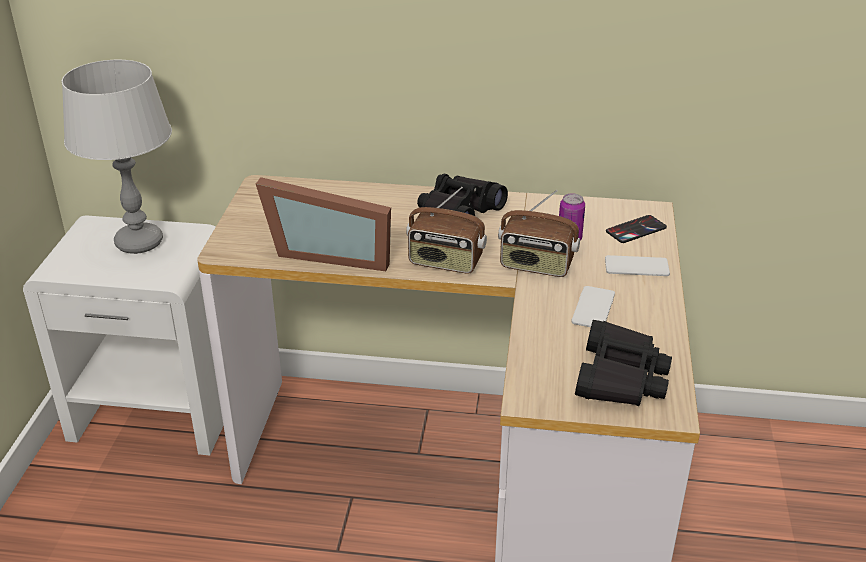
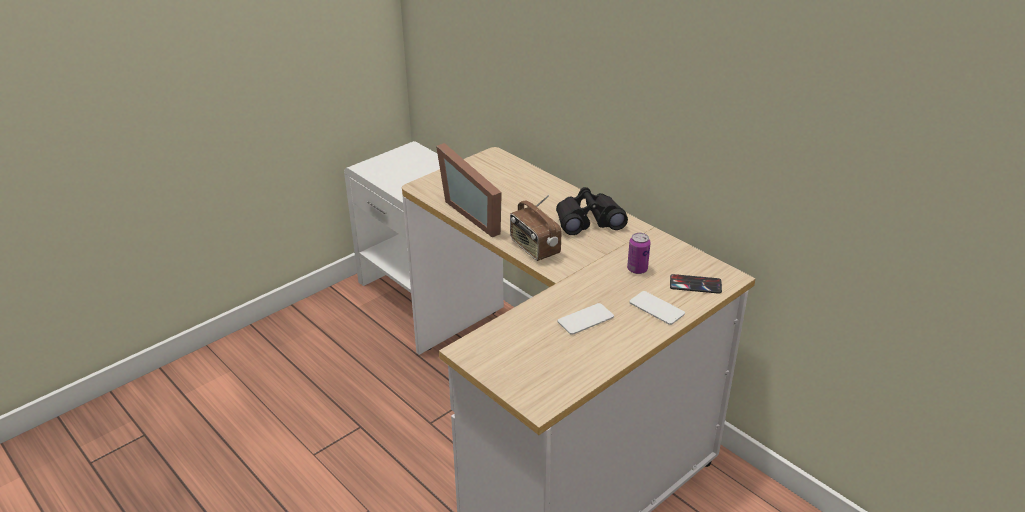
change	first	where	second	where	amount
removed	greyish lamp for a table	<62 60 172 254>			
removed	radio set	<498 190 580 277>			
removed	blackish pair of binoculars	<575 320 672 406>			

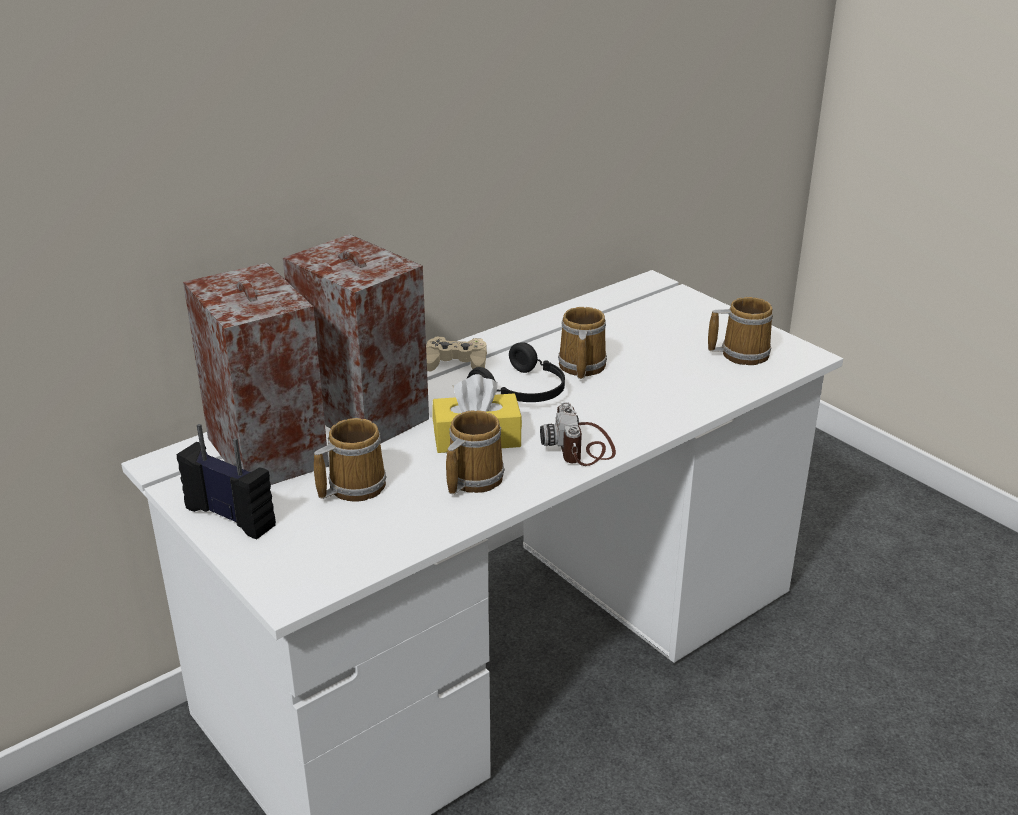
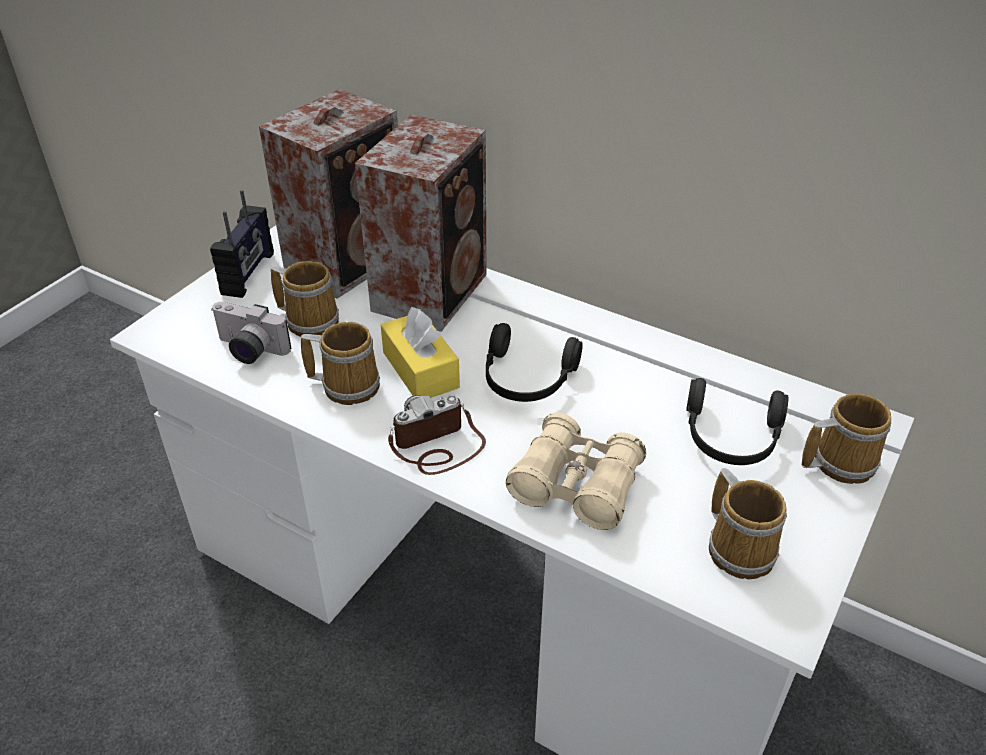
change	first	where	second	where	amount
removed	sand-coloured joypad	<426 336 487 371>			
added			still camera	<212 302 291 364>	
added			sand-coloured pair of binoculars	<506 413 646 530>	
added			blackish headphones	<686 378 788 465>	
moved	tea mug	<558 307 607 379>		<801 393 891 484>	

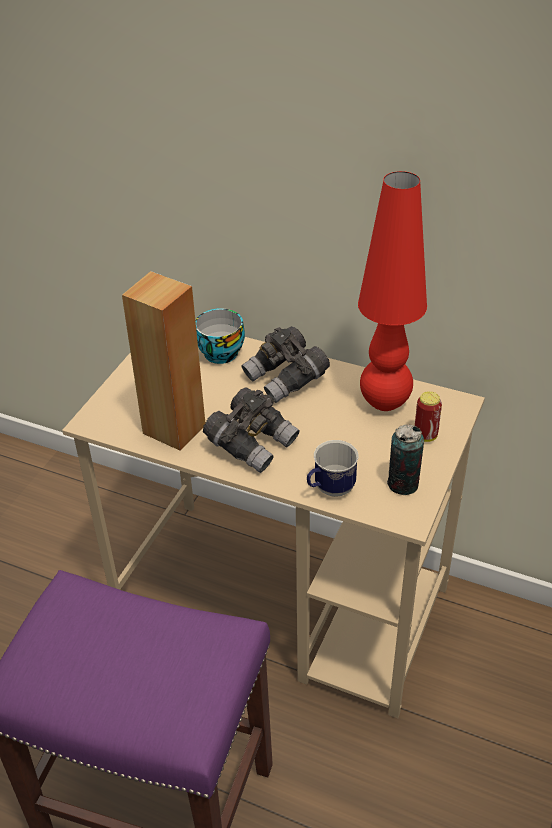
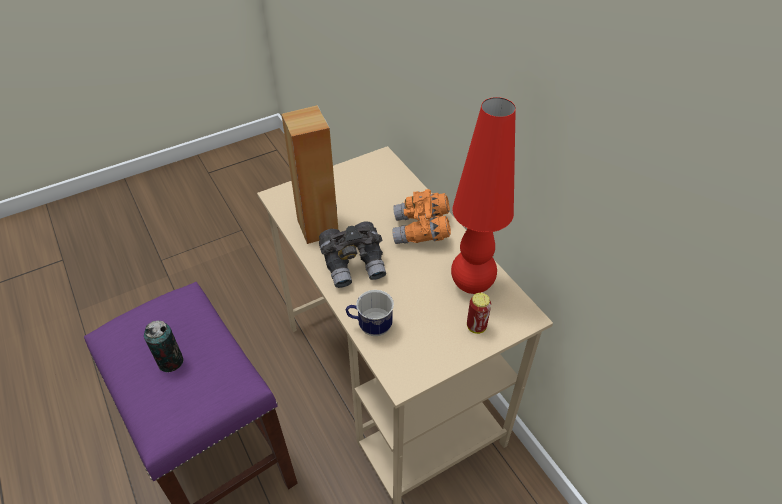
change	first	where	second	where	amount
removed	cup	<195 308 245 364>			
moved	can	<387 424 424 495>		<144 320 184 372>	
recoloured	greyish pair of binoculars	<241 326 330 403>	orangey pair of binoculars	<392 189 451 244>	

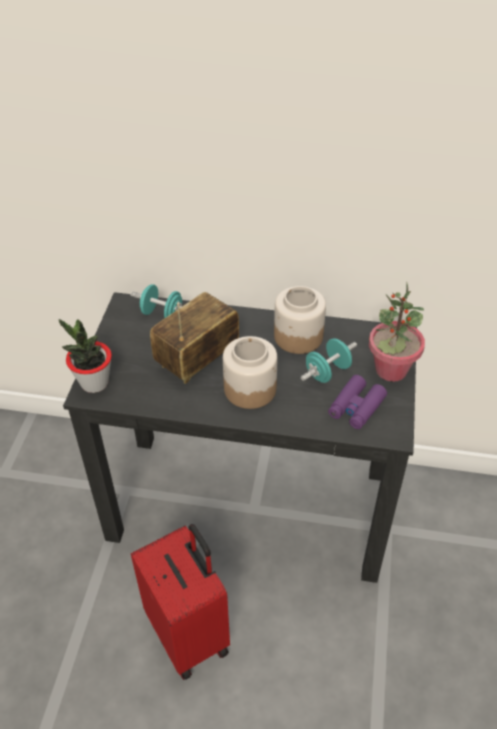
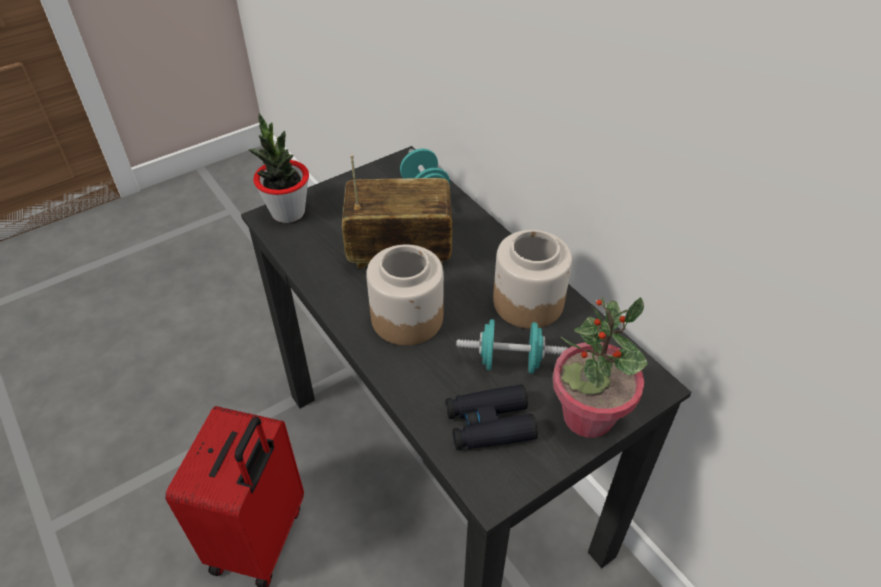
change	first	where	second	where	amount
recoloured	purple-coloured pair of binoculars	<328 375 387 429>	blackish pair of binoculars	<446 384 538 450>	

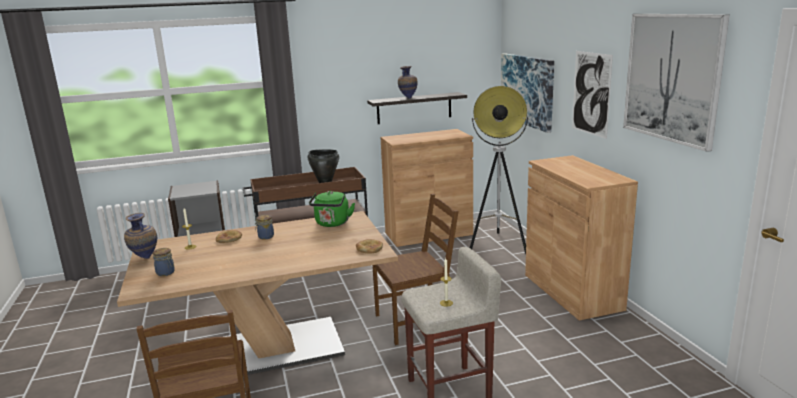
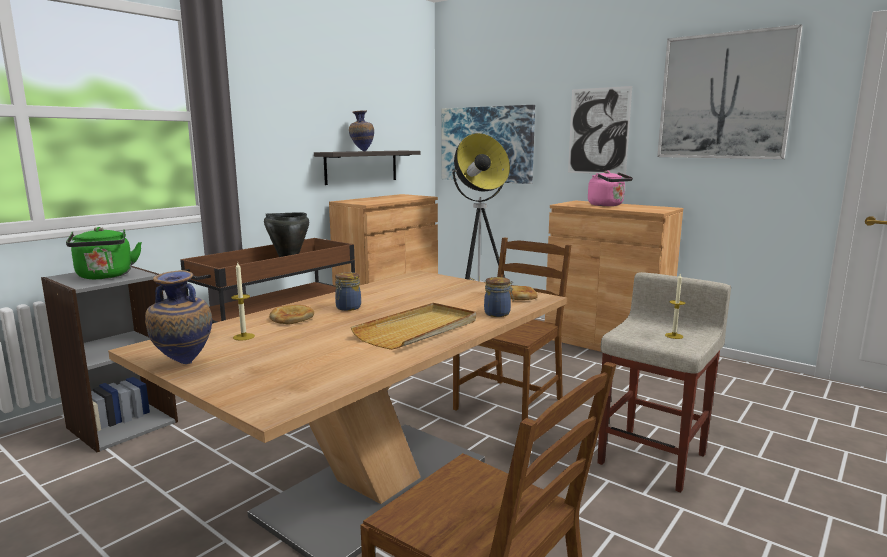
change	first	where	second	where	amount
added			sand-coloured serving tray	<351 303 476 350>	
added			pink-coloured water kettle	<588 170 633 206>	
moved	jar	<153 248 175 276>		<484 277 514 317>	
moved	greenish water kettle	<309 191 355 227>		<66 227 142 279>	

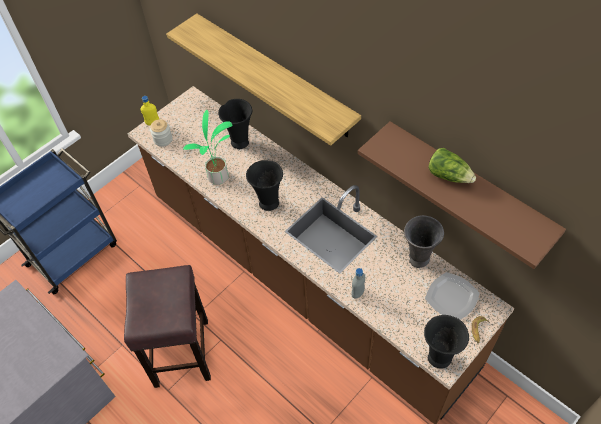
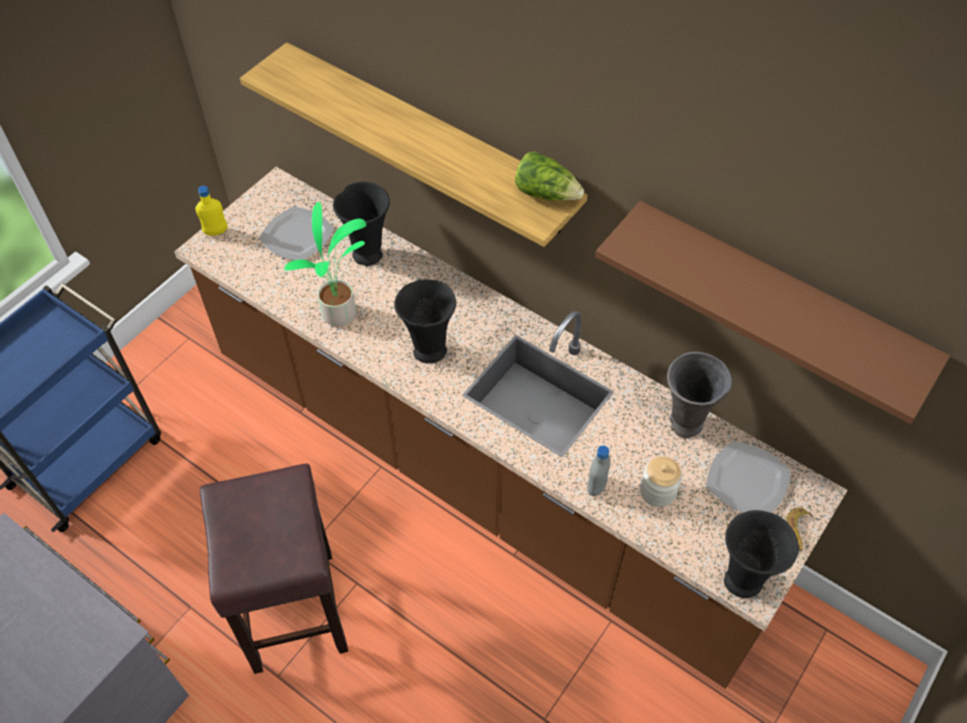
change	first	where	second	where	amount
added			flat dish	<259 206 334 260>	
moved	jar	<150 119 172 147>		<640 457 682 507>	
moved	lettuce	<428 148 476 183>		<515 151 584 201>	

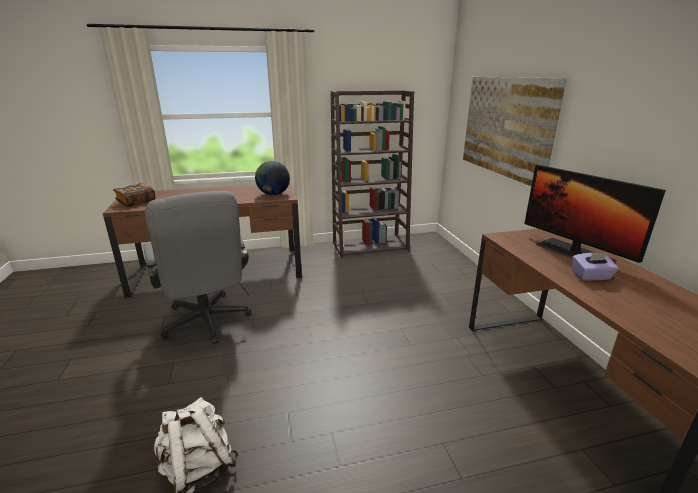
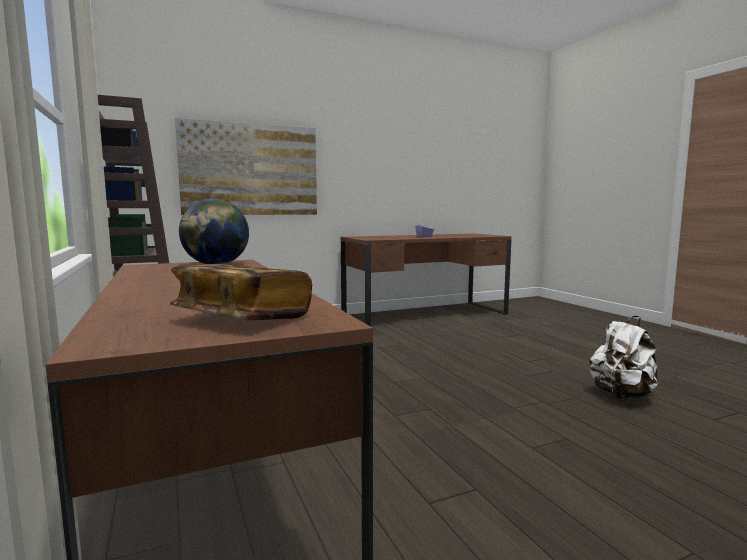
change	first	where	second	where	amount
removed	greyish office chair	<143 191 251 344>			
removed	computer display	<524 165 666 263>			

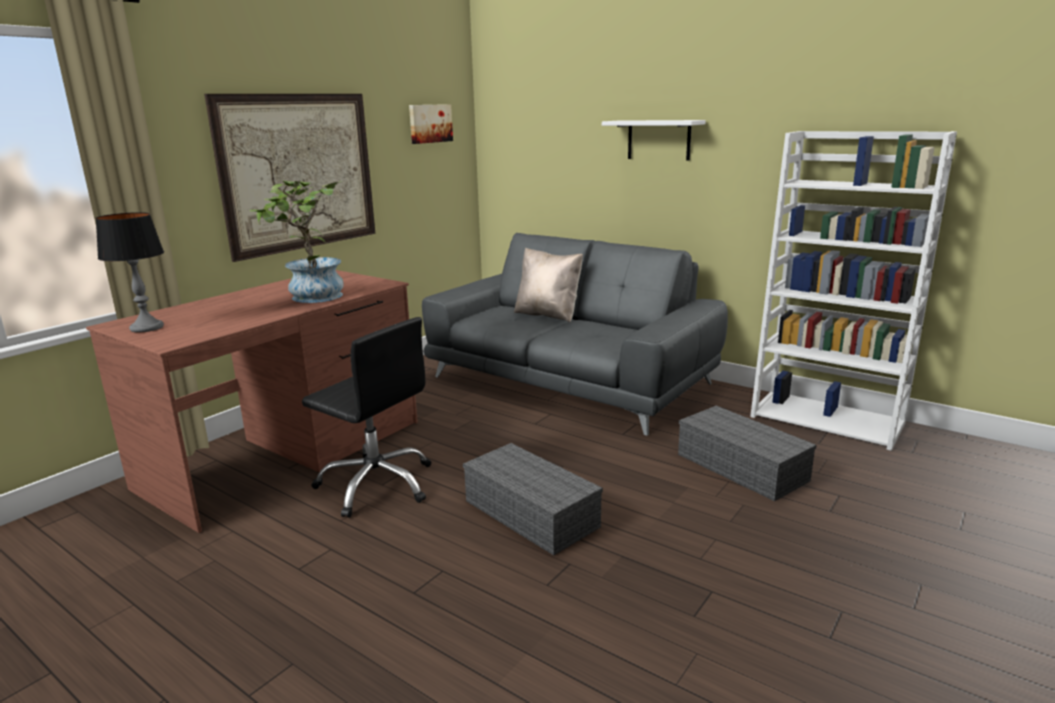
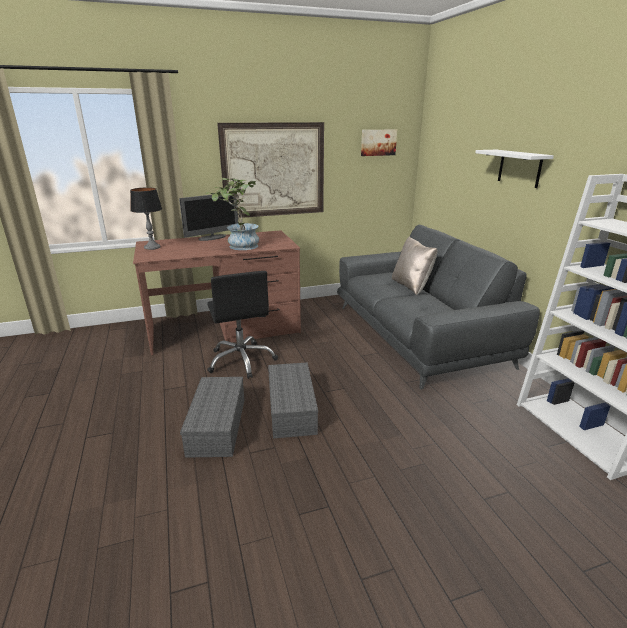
change	first	where	second	where	amount
added			computer display	<179 194 238 241>	
moved	greyish storage container	<678 406 817 501>		<180 377 244 458>	

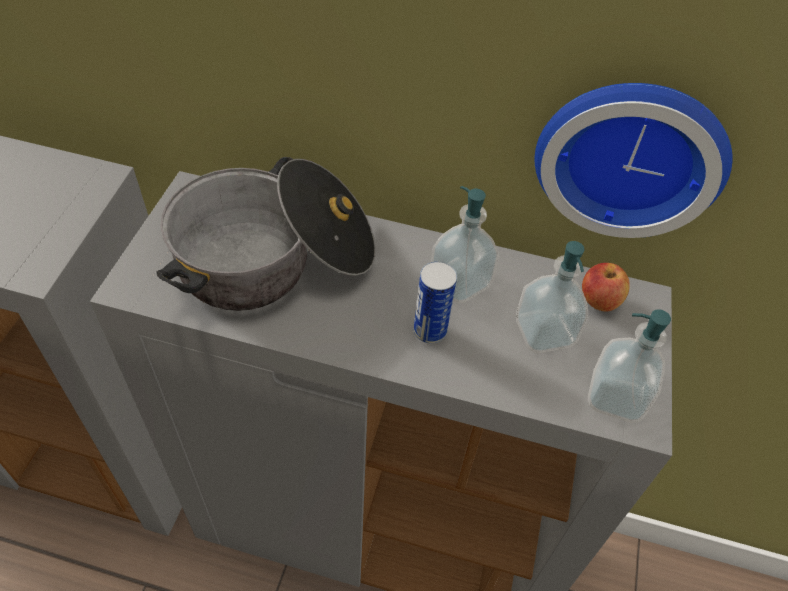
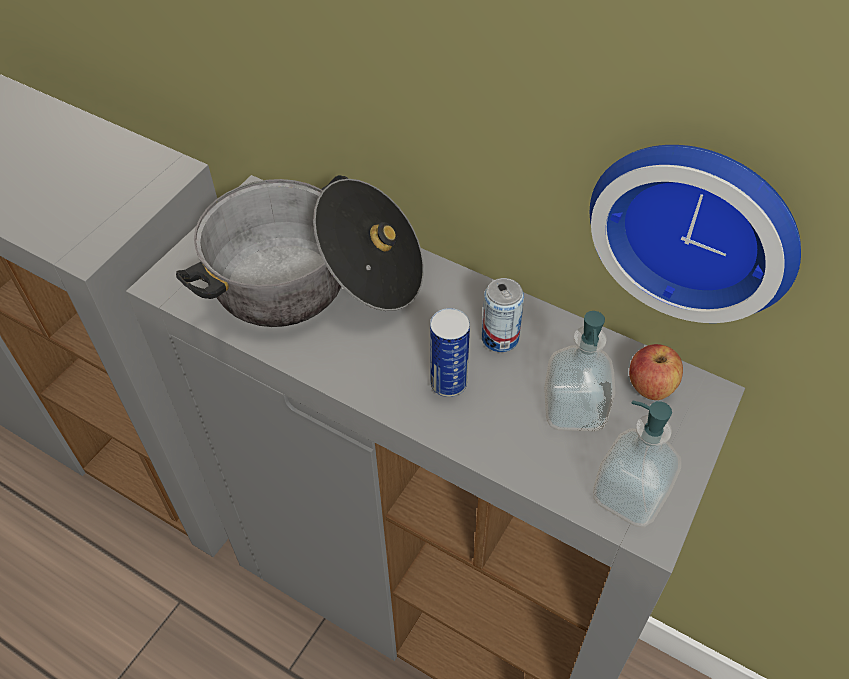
change	first	where	second	where	amount
replaced	soap dispenser	<431 186 499 303>	can	<482 278 524 352>	

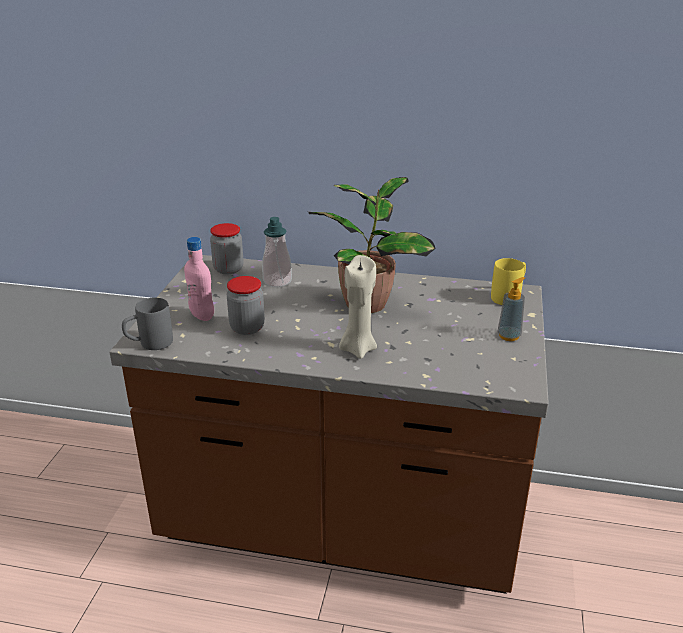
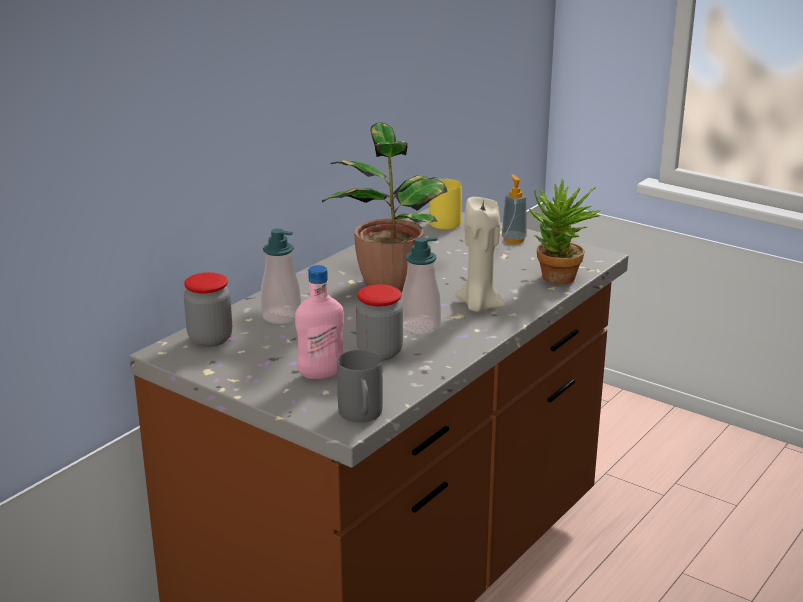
change	first	where	second	where	amount
added			soap dispenser	<401 237 441 334>	
added			plant in a pot	<528 178 601 285>	

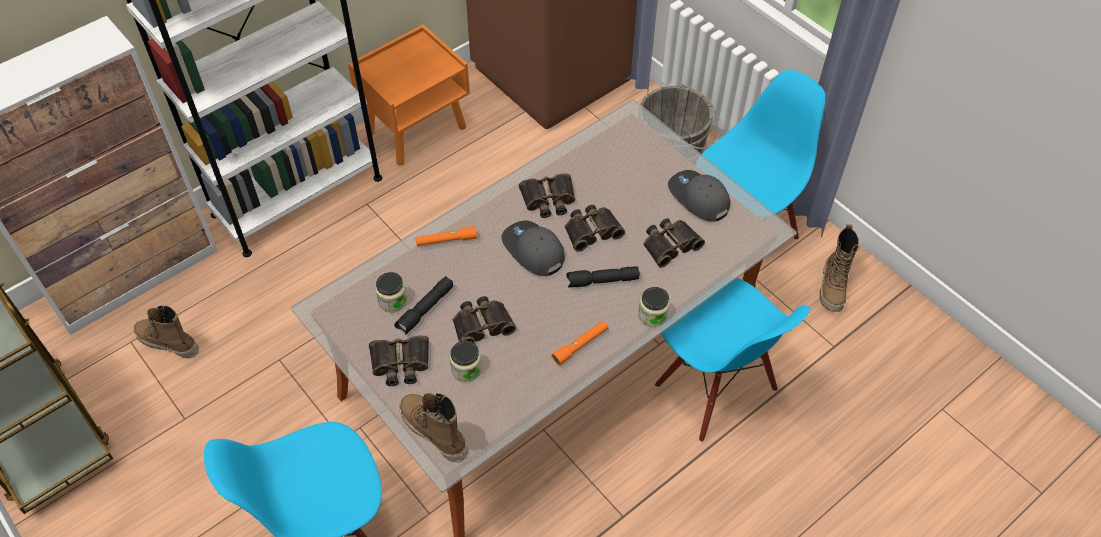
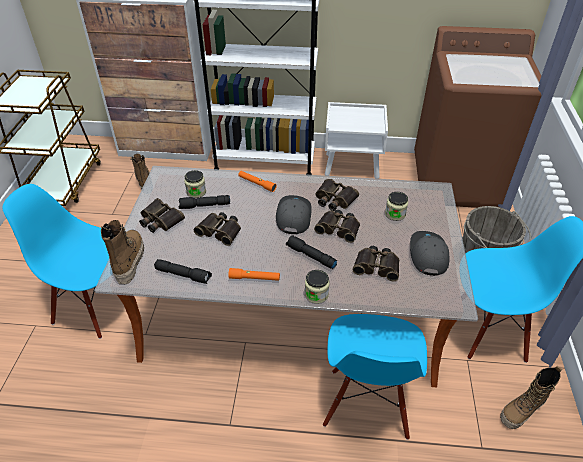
change	first	where	second	where	amount
added			blackish torch	<154 259 212 284>	
moved	jar	<450 341 482 382>		<385 192 408 221>	
recoloured	orangey bedside table	<348 25 470 166>	whitish bedside table	<325 102 388 179>	

